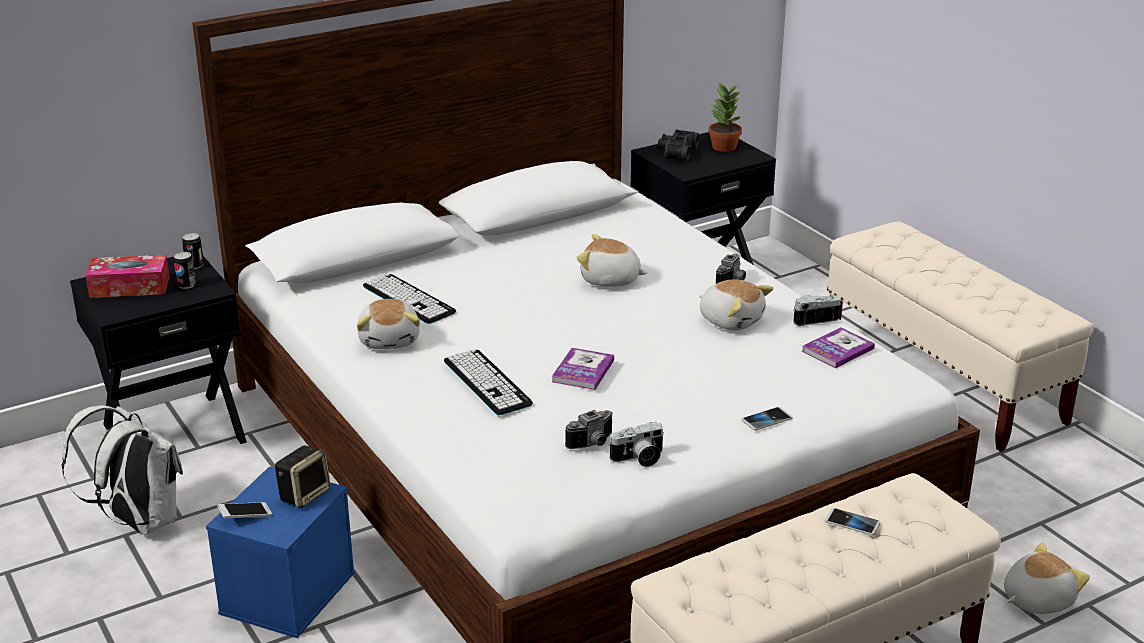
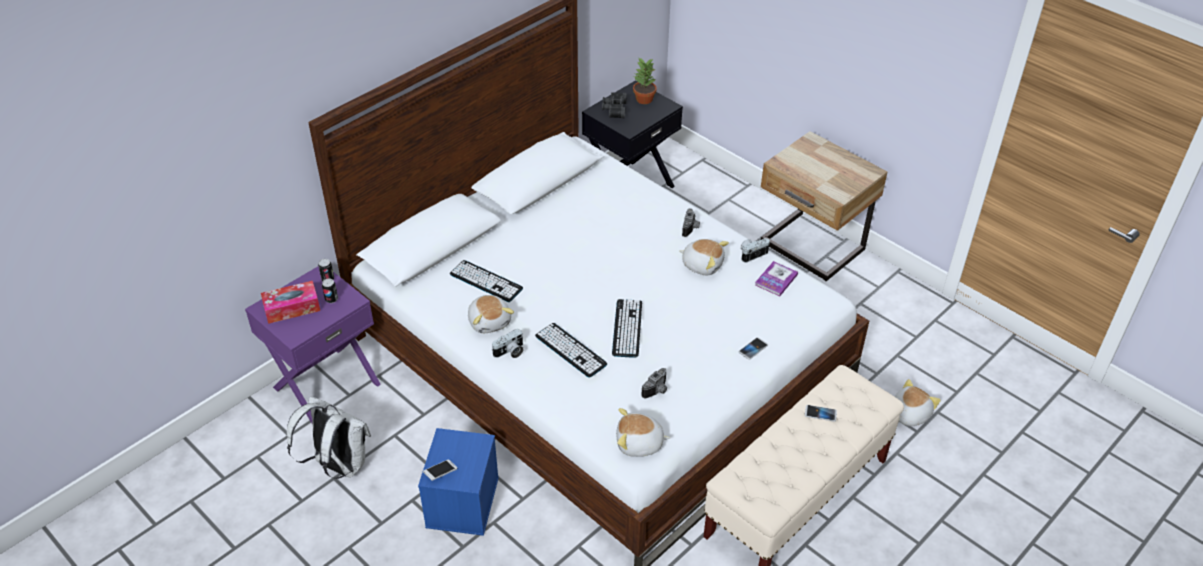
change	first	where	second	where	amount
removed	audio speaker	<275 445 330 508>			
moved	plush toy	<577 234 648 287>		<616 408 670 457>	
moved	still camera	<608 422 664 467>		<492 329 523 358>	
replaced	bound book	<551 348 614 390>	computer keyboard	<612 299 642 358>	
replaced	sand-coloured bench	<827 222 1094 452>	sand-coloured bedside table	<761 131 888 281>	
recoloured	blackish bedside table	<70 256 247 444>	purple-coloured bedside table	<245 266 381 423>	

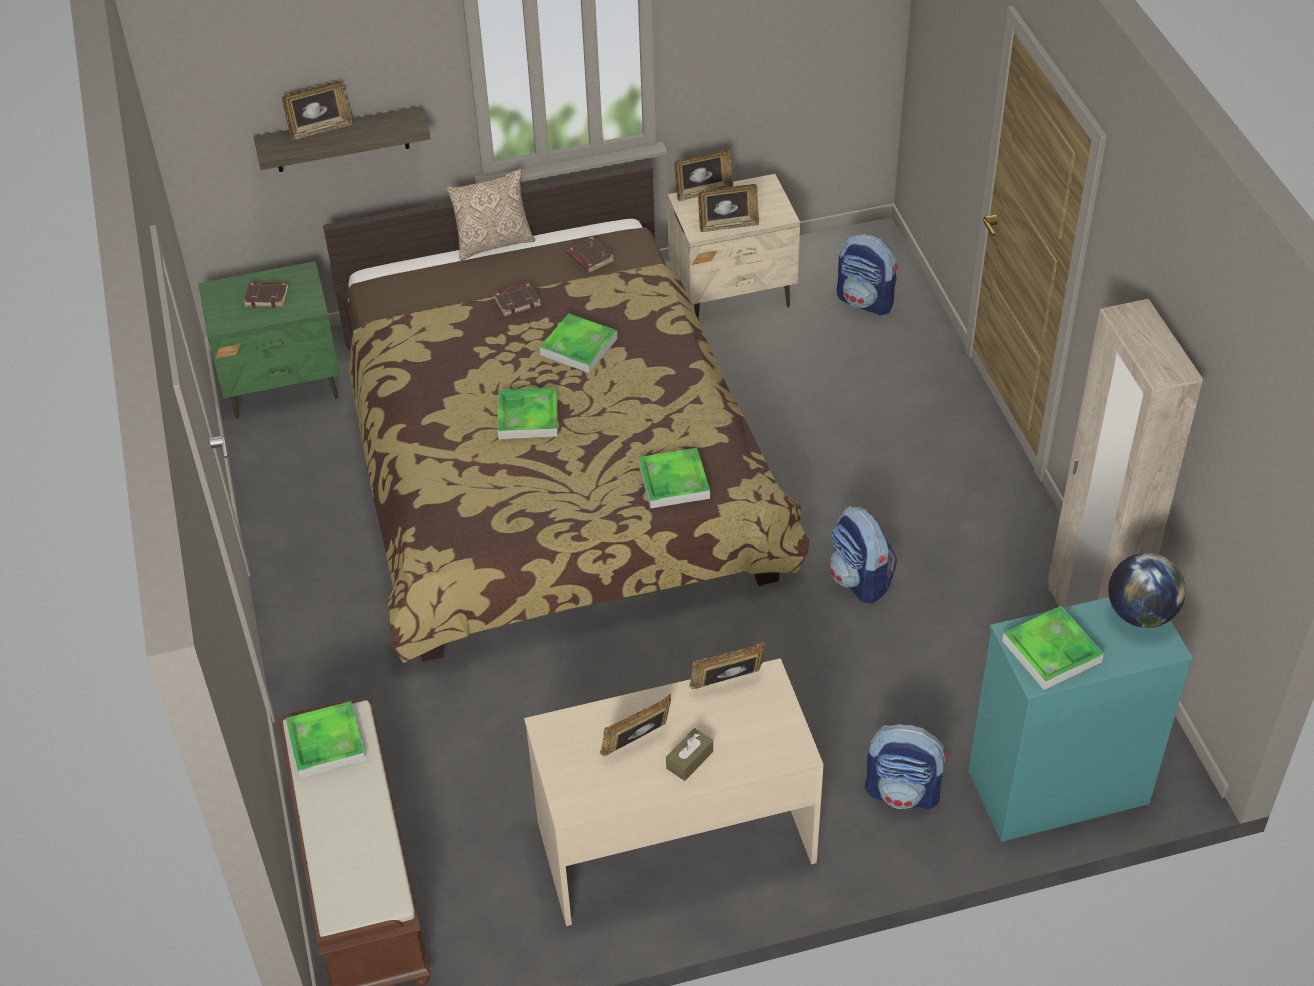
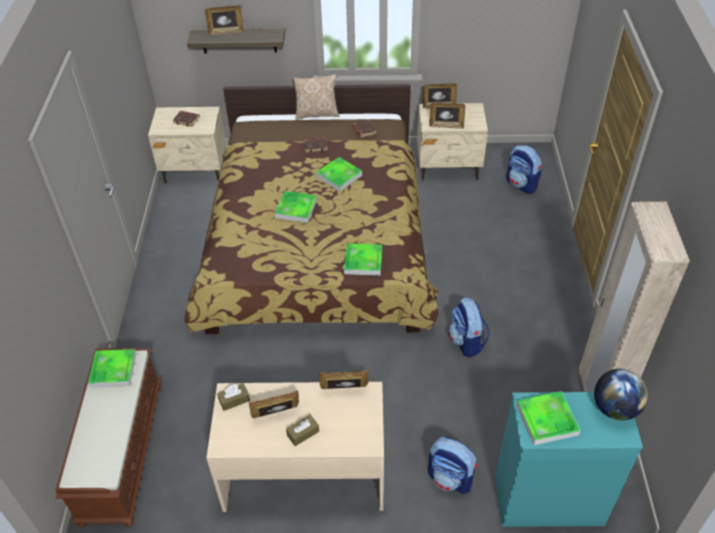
change	first	where	second	where	amount
added			brownish tissue holder	<217 383 250 411>	
recoloured	greenish bedside table	<198 261 340 419>	sand-coloured bedside table	<148 107 226 184>	

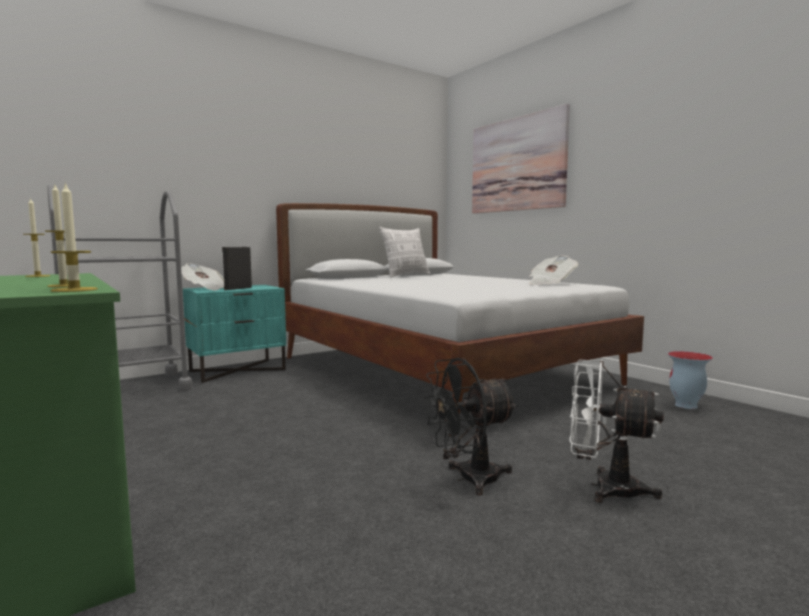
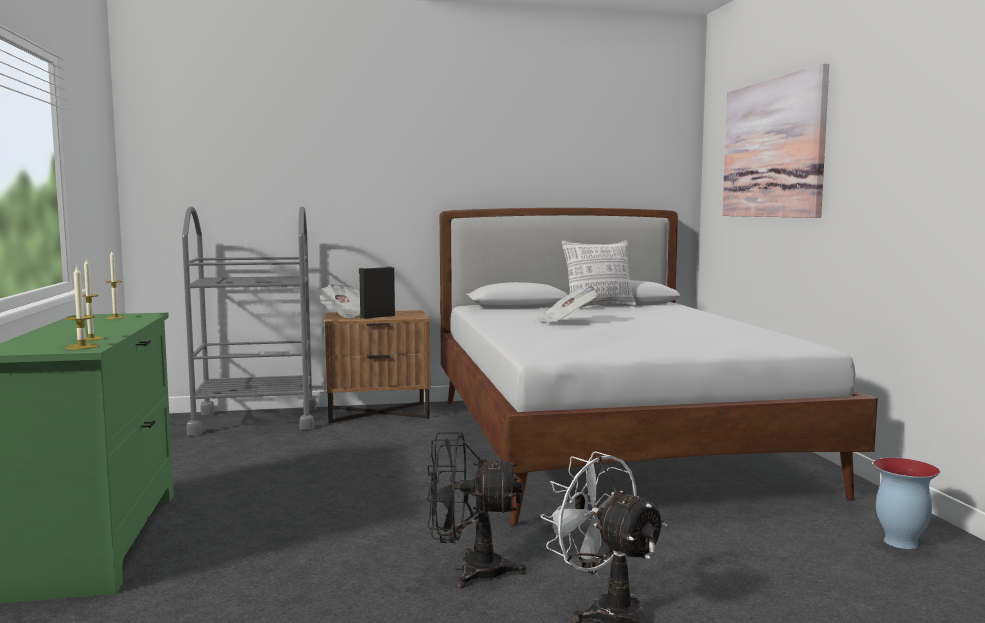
change	first	where	second	where	amount
moved	daily paper	<529 255 578 285>		<535 286 598 323>	
recoloured	blue-green bedside table	<183 285 286 383>	brownish bedside table	<325 310 430 423>	

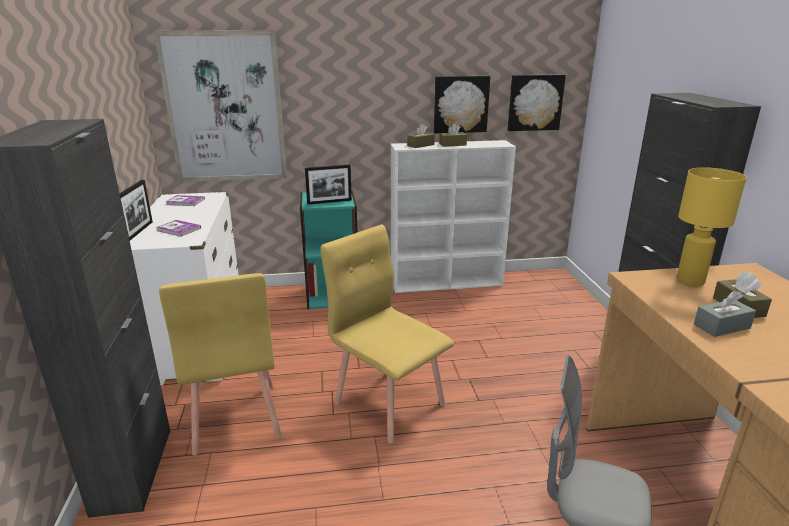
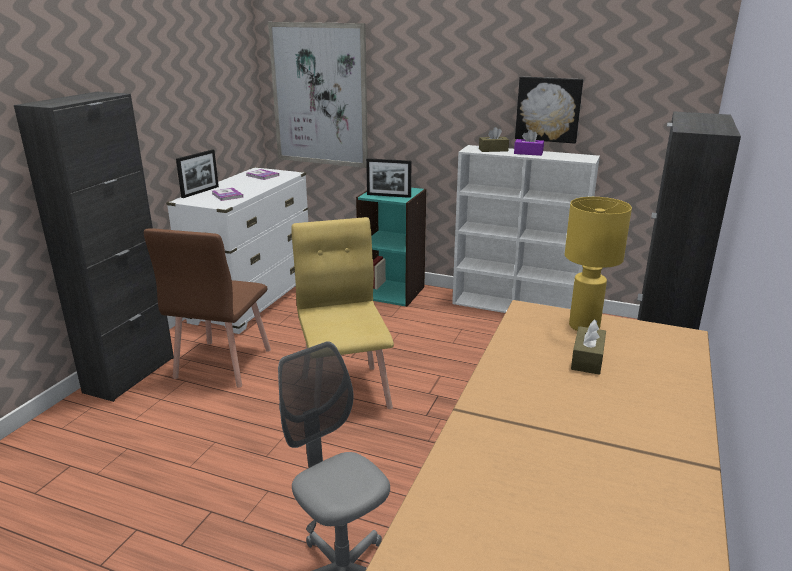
change	first	where	second	where	amount
removed	wall art	<508 74 566 131>			
removed	greyish tissue holder	<694 291 756 337>			
recoloured	yellow-coloured plain chair	<159 273 282 455>	brownish plain chair	<144 228 271 388>	
recoloured	brownish tissue holder	<439 123 467 147>	purple-coloured tissue holder	<514 130 544 156>	

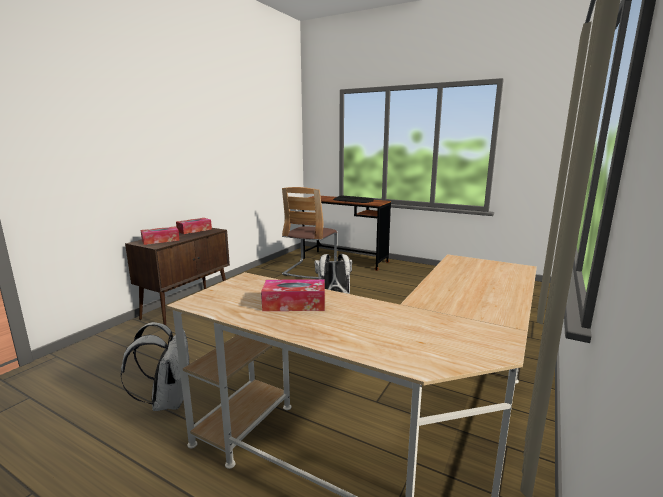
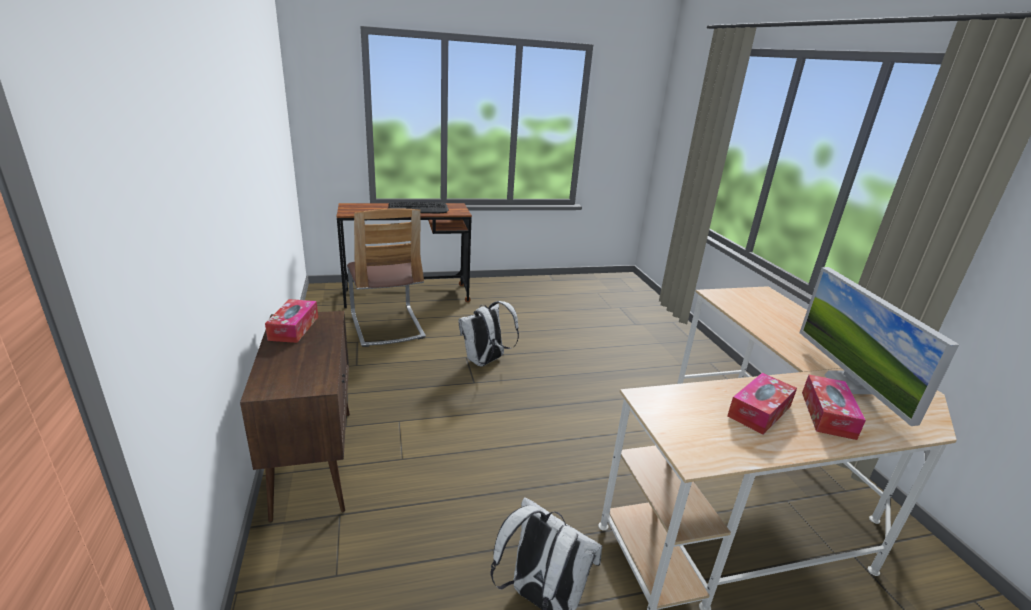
change	first	where	second	where	amount
added			computer display	<799 267 960 426>	
moved	tissue holder	<141 227 180 245>		<802 375 866 440>	

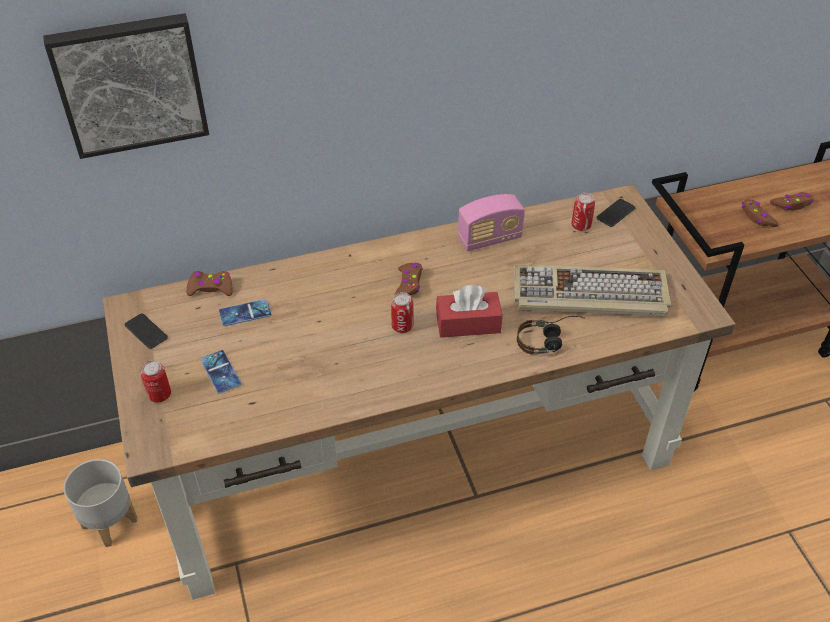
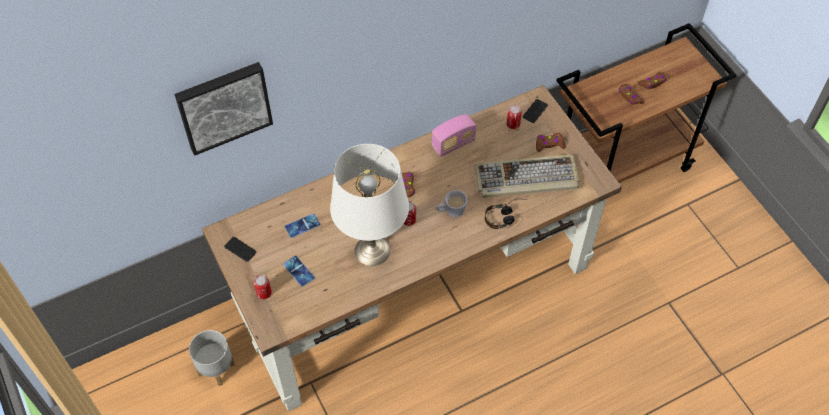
change	first	where	second	where	amount
added			whitish lamp for a table	<330 144 409 266>	
moved	brownish joypad	<186 271 233 296>		<536 133 566 152>	
replaced	red tissue holder	<436 285 503 338>	whitish tea mug	<437 190 467 217>	

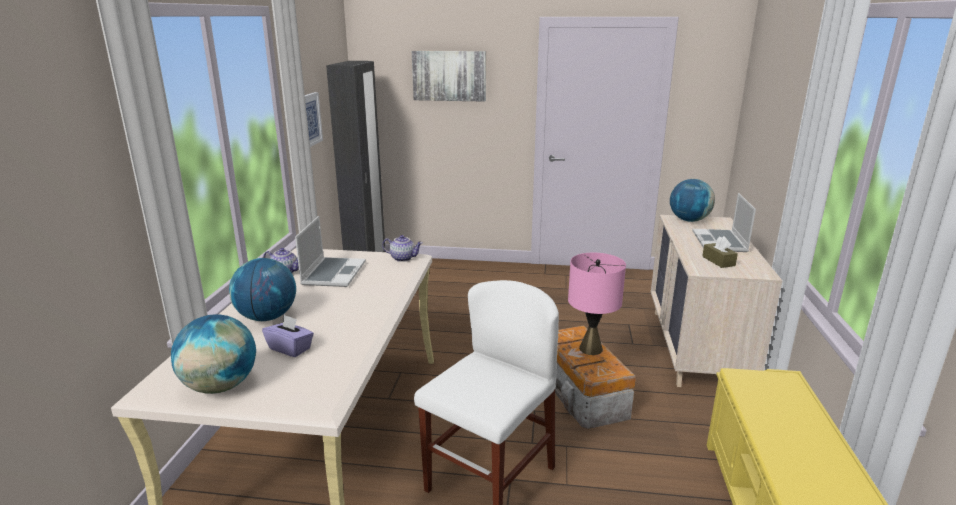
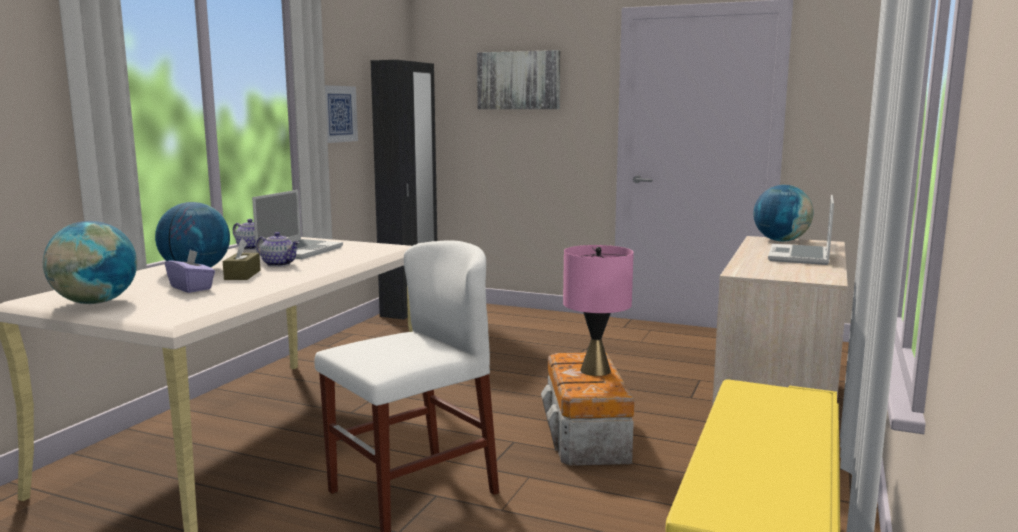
change	first	where	second	where	amount
moved	pot for tea	<382 235 422 262>		<256 232 300 267>	
moved	brownish tissue holder	<702 236 738 268>		<223 239 261 280>	

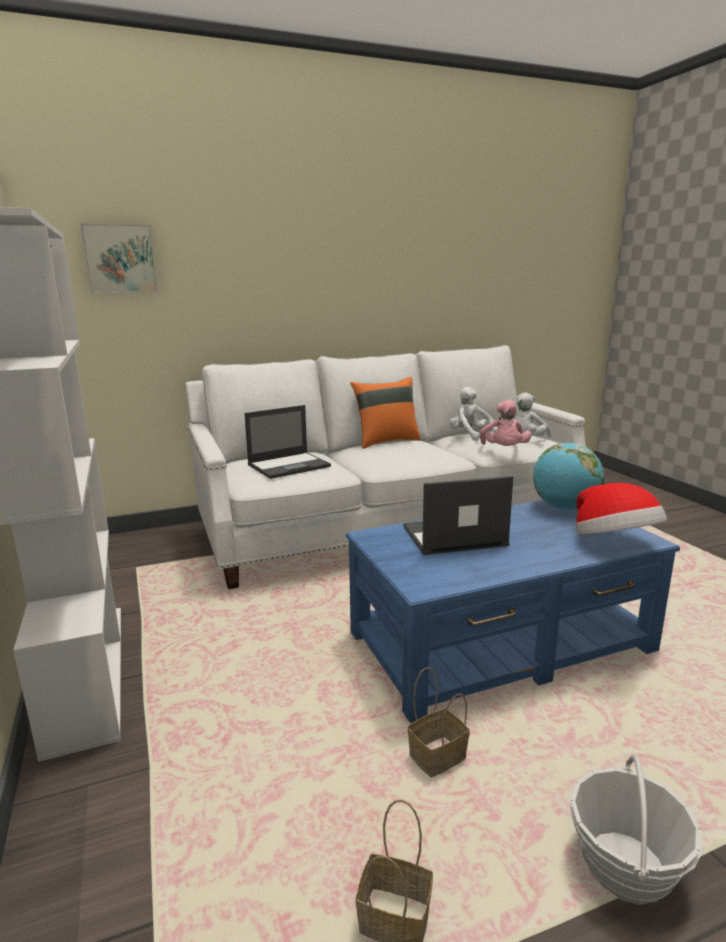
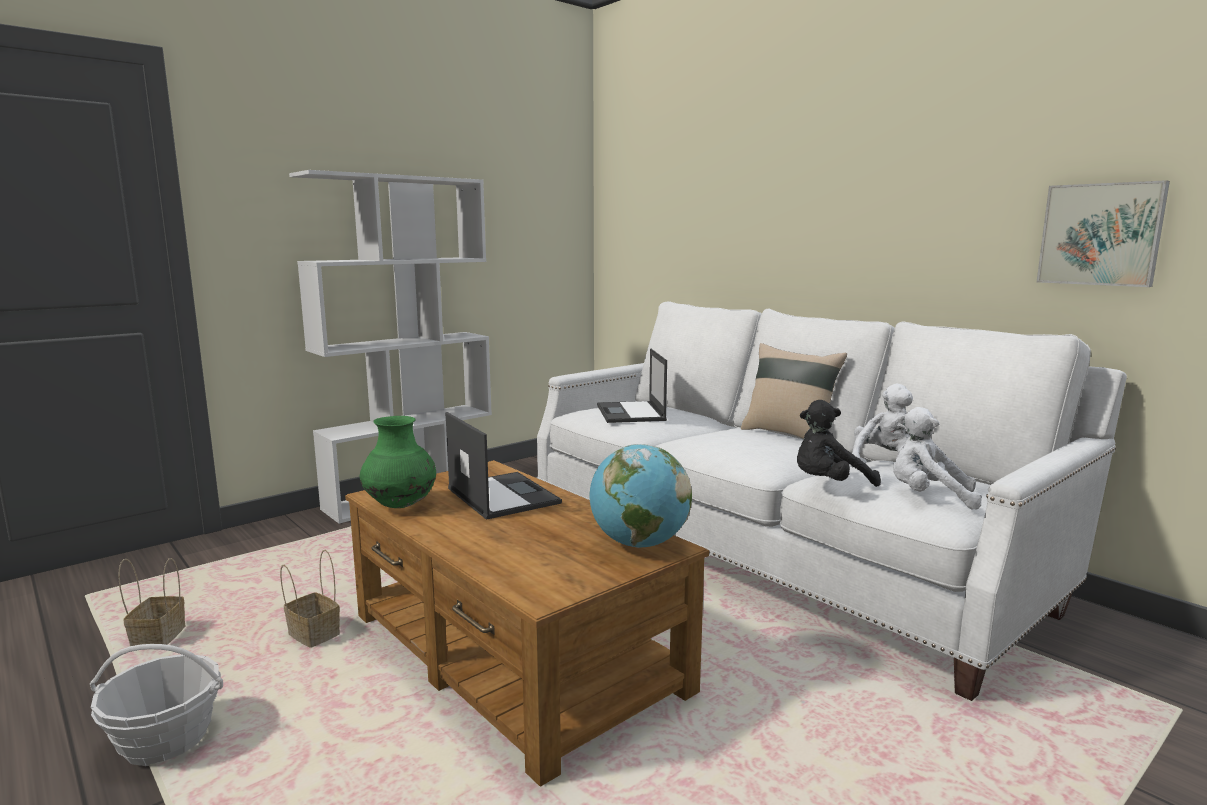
change	first	where	second	where	amount
removed	clothing hat	<576 483 667 535>			
added			greenish vase	<360 416 436 508>	
moved	wall art	<80 223 158 293>		<1037 180 1170 287>	
recoloured	blue-coloured low table	<346 500 680 723>	brownish low table	<345 460 709 787>	
recoloured	orangey cushion	<350 376 421 449>	sand-coloured cushion	<741 343 847 439>	
recoloured	pink-coloured plush toy	<480 400 532 446>	blackish plush toy	<797 400 881 487>	
turned	laptop	<244 405 331 479>		<597 348 667 423>	45 degrees clockwise

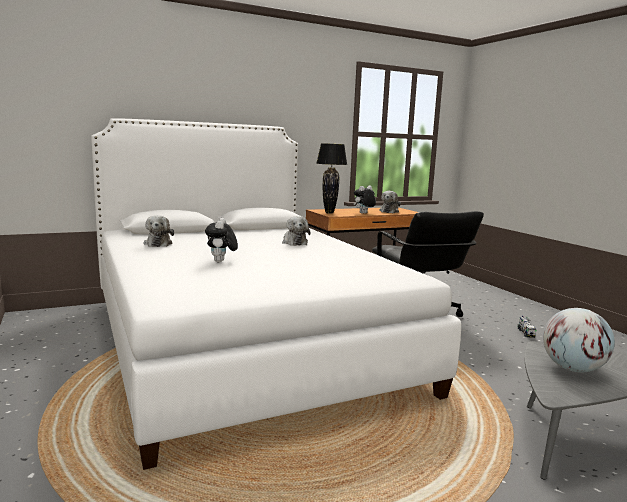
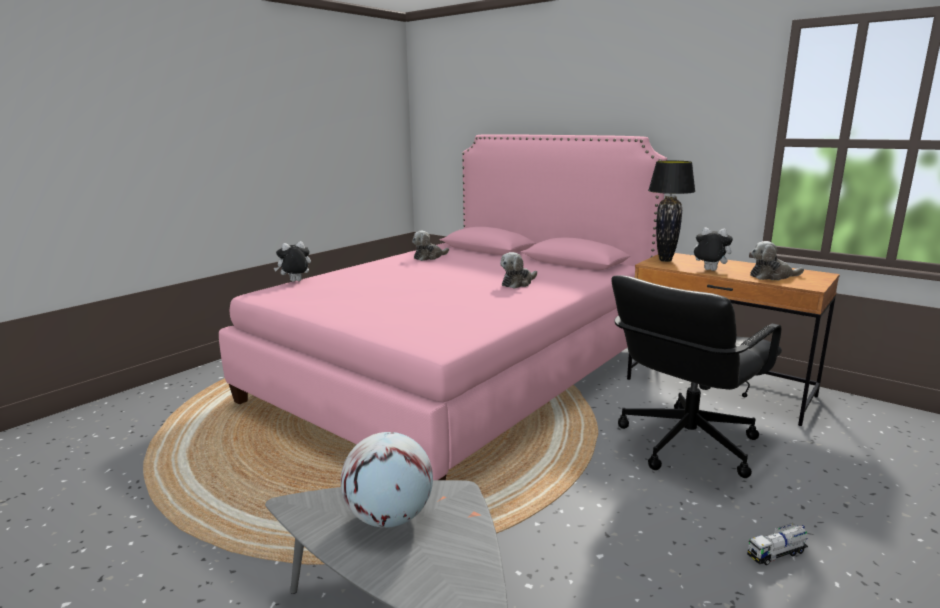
change	first	where	second	where	amount
moved	plush toy	<205 218 238 262>		<274 241 311 282>	
recoloured	whitish sleeping bed	<91 118 461 470>	pink-coloured sleeping bed	<219 134 667 480>	

